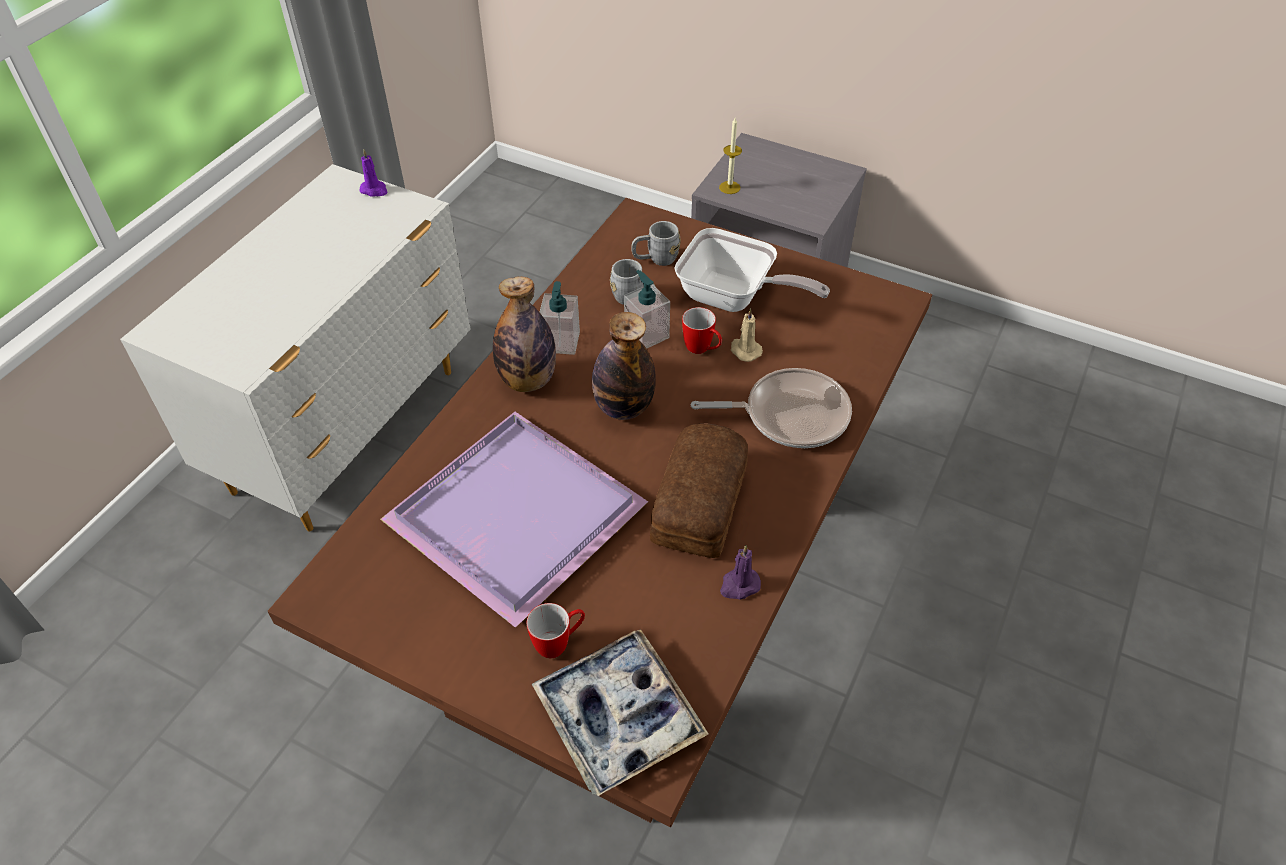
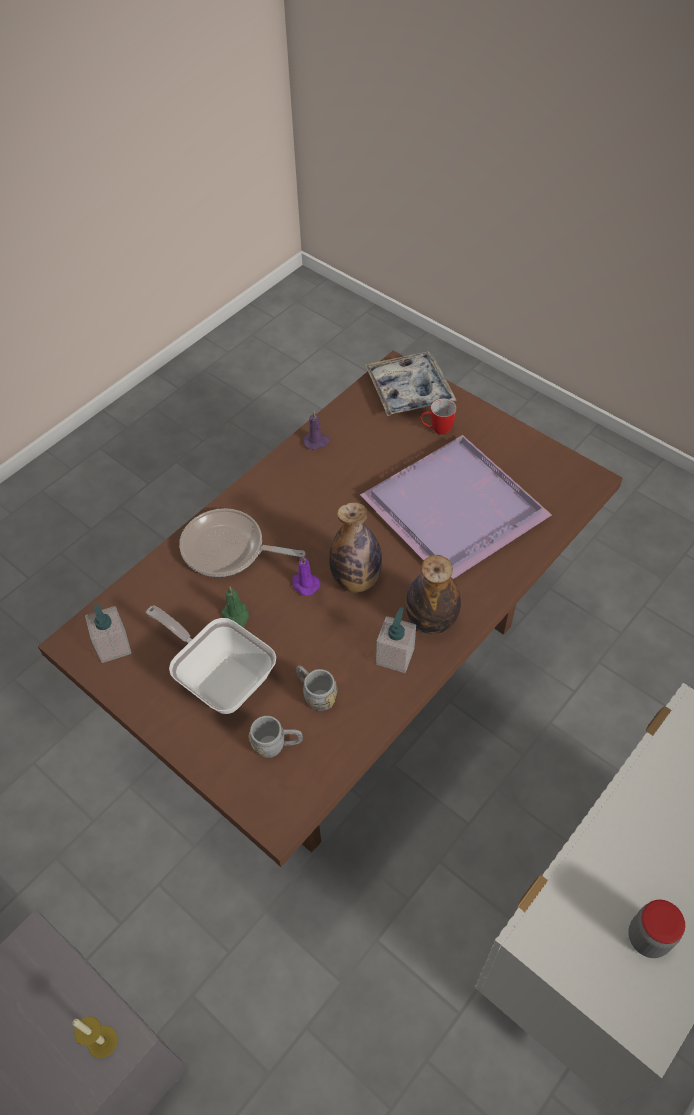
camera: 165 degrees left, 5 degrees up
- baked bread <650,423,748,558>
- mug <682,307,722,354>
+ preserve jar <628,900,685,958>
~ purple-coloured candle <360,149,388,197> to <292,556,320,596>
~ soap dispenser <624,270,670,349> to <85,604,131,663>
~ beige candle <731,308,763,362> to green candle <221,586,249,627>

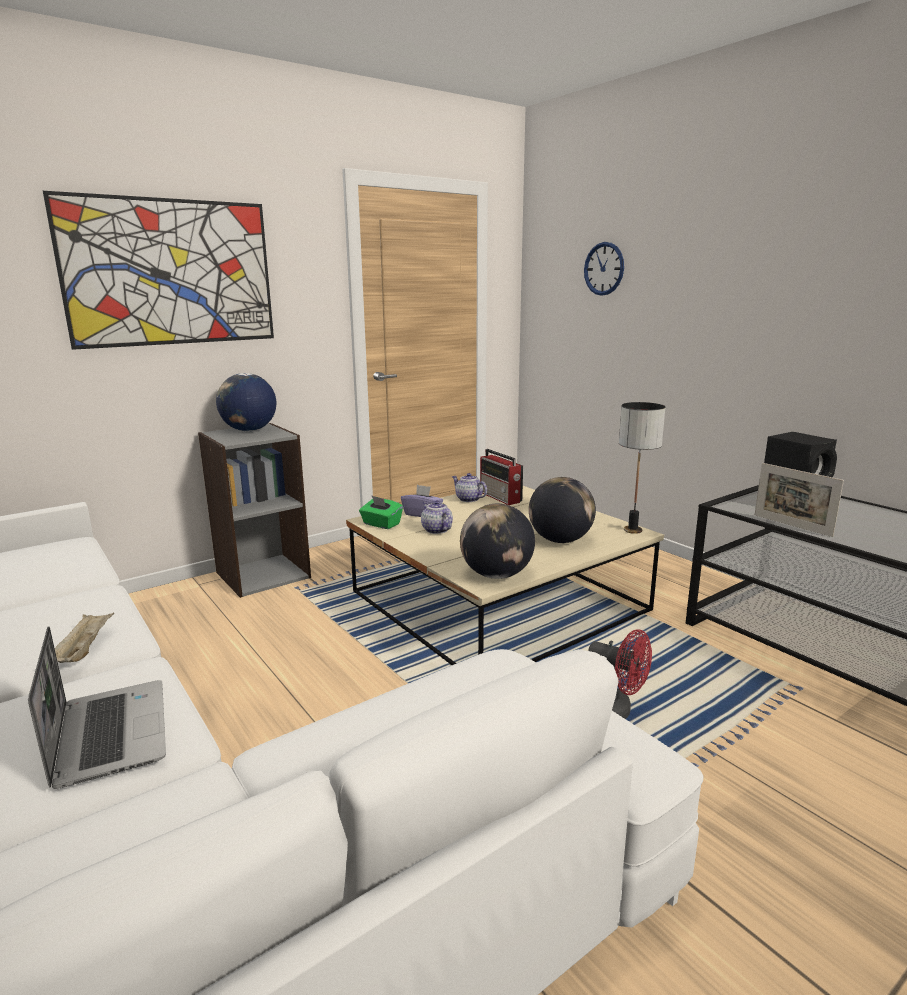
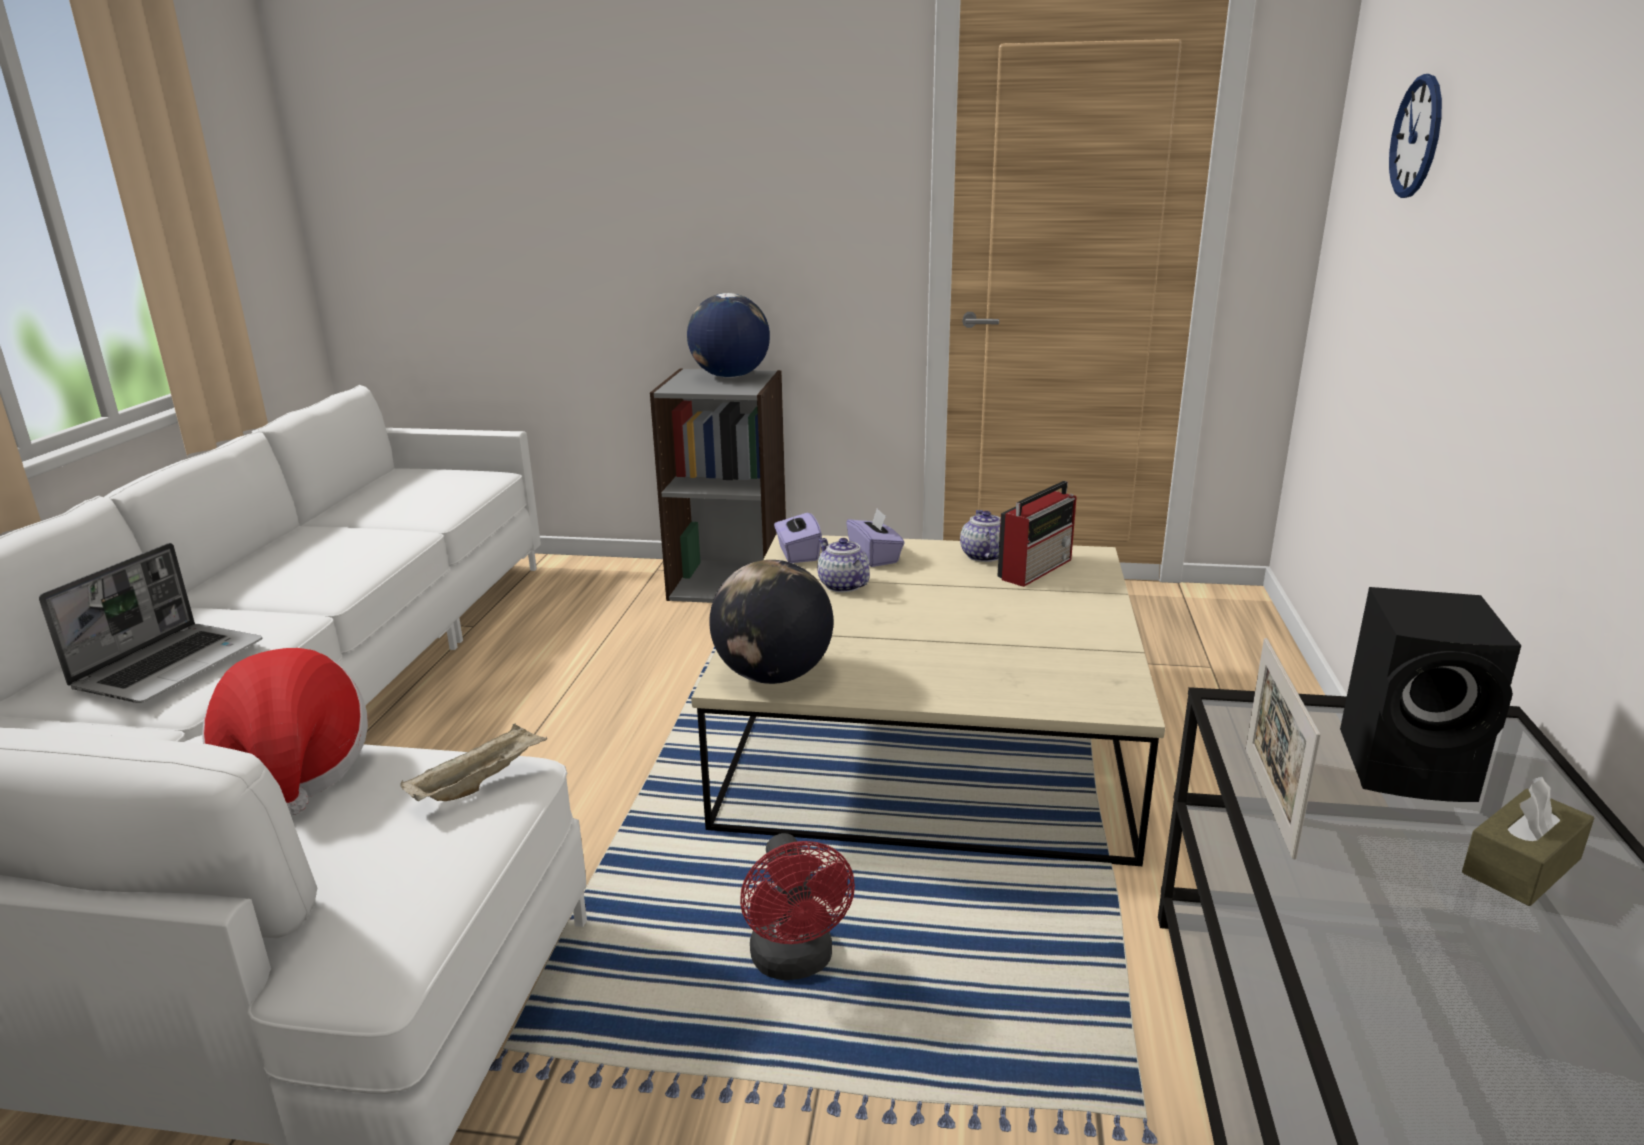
camera: 45 degrees right, 5 degrees up
- wall art <43,191,274,350>
- globe <529,477,596,543>
- lamp for a table <619,402,665,534>
+ hat <202,648,368,816>
+ brownish box of tissues <1462,777,1594,906>
~ beige serving tray <55,613,114,663> to <400,723,547,801>
~ green box of tissues <359,495,403,529> to purple-coloured box of tissues <774,507,822,563>
~ teapot <421,501,453,534> = <817,538,870,592> 45 degrees counterclockwise
~ radio set <480,449,523,505> = <998,481,1077,587> 150 degrees counterclockwise

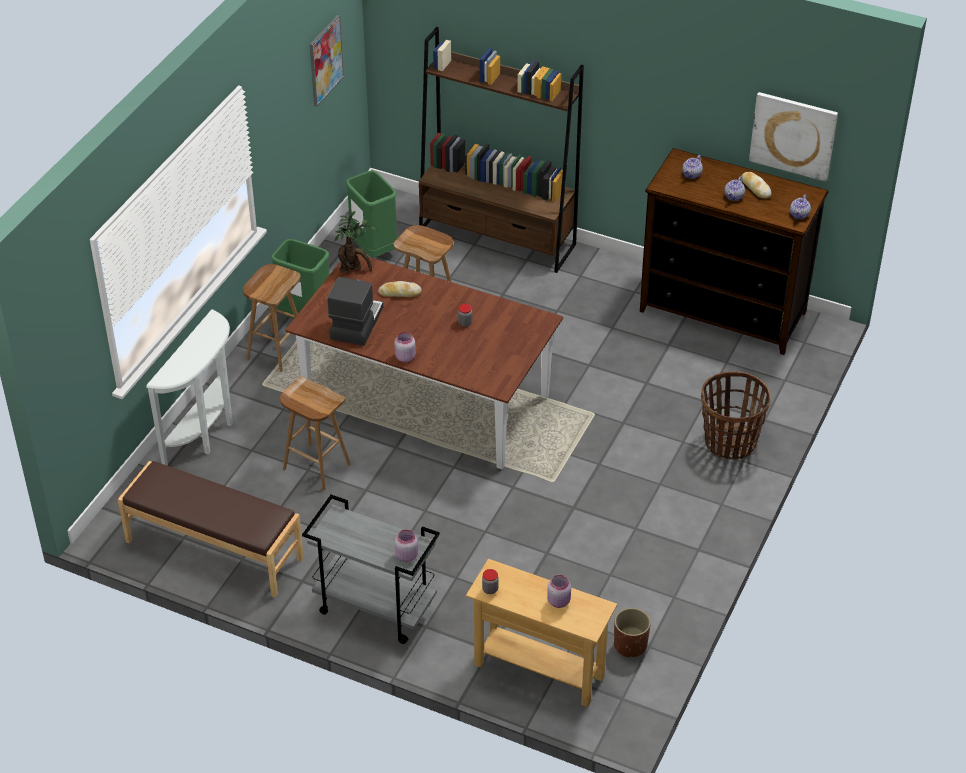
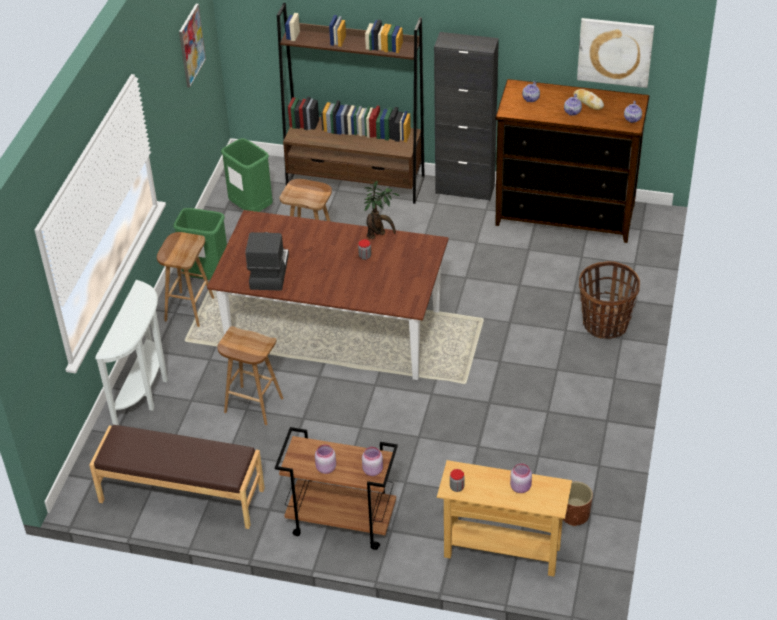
camera: 10 degrees left, 0 degrees up
- baked bread <378,281,421,297>
+ black-coloured cupboard <434,32,499,201>
~ plant in a pot <334,211,377,273> to <365,181,399,239>
~ pinkish preserve jar <394,332,416,362> to <315,445,336,474>
~ greyish cart <302,495,440,644> to brownish cart <275,427,398,550>

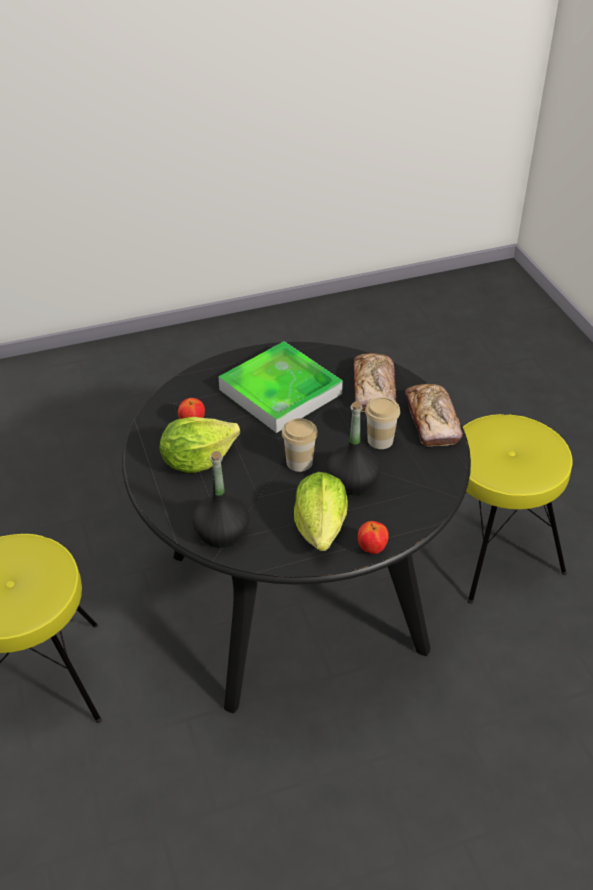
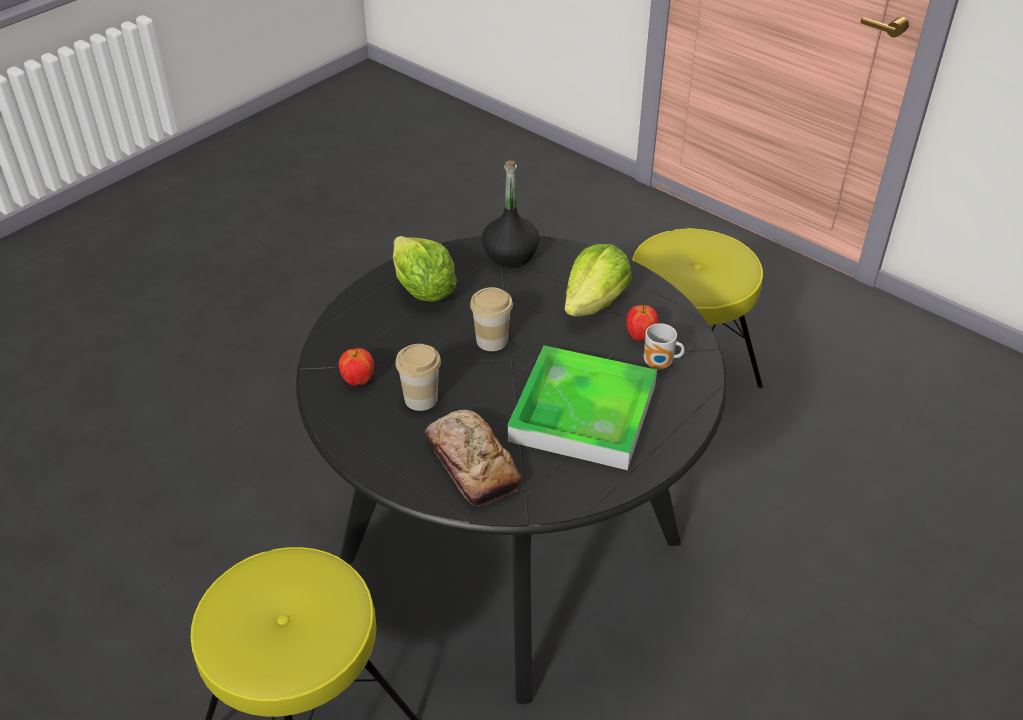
camera: 150 degrees right, 0 degrees up
- black-coloured bottle <326,401,381,496>
- baked bread <405,384,463,447>
+ mug <644,323,685,369>
~ apple fruit <358,521,389,554> to <339,348,374,386>

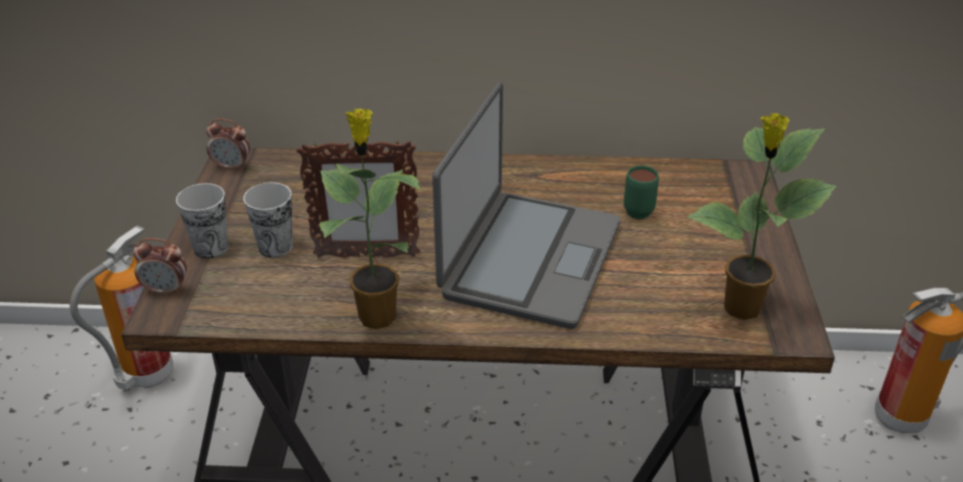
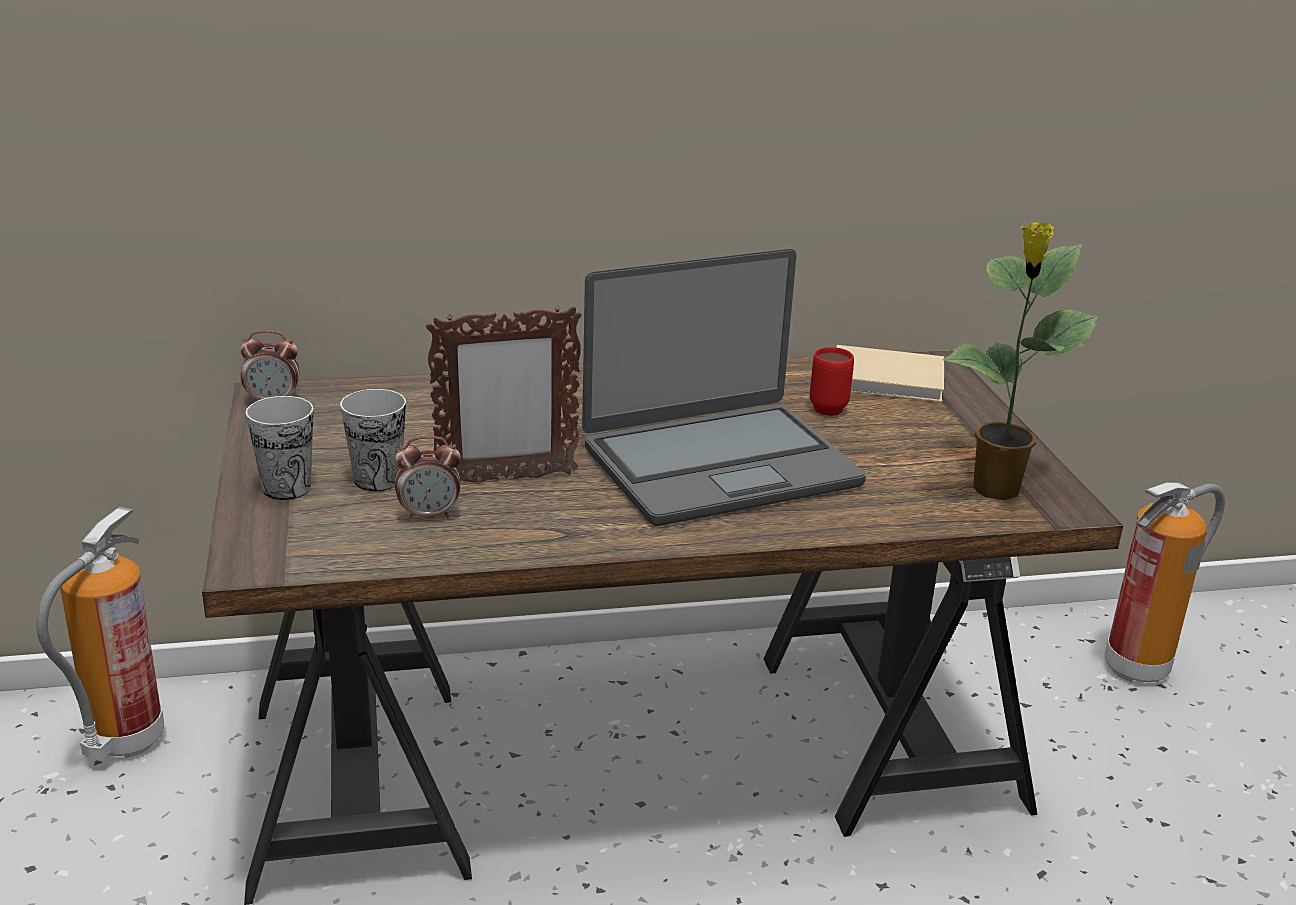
camera: 15 degrees left, 10 degrees down
- plant in a pot <320,108,422,329>
+ beige book <836,345,944,402>
~ alarm clock <133,238,187,295> to <395,436,461,521>
~ green mug <624,166,659,219> to reddish mug <810,347,854,416>
~ laptop <432,82,620,329> = <582,248,866,526> 60 degrees clockwise

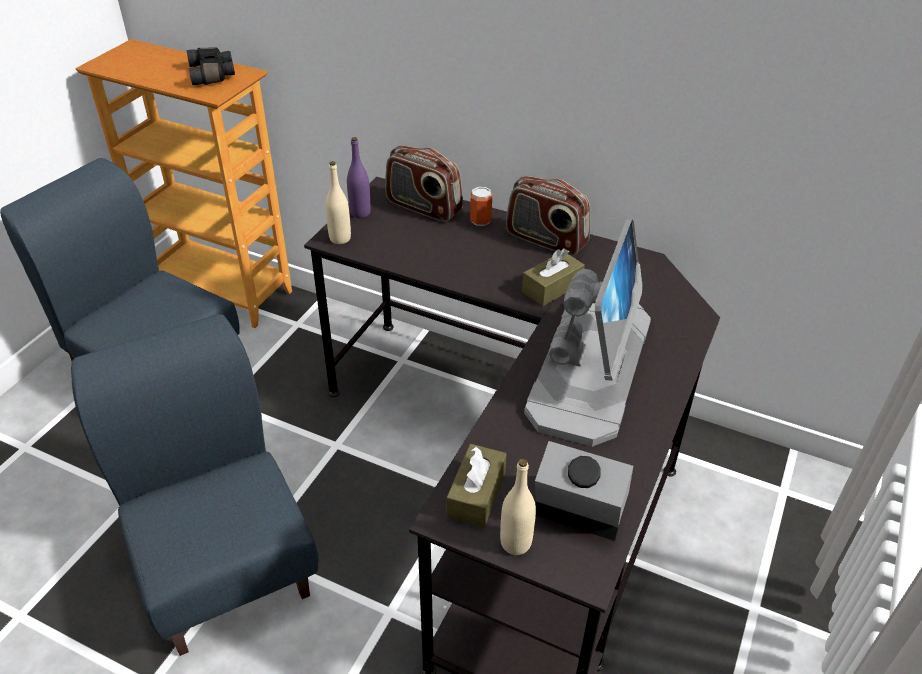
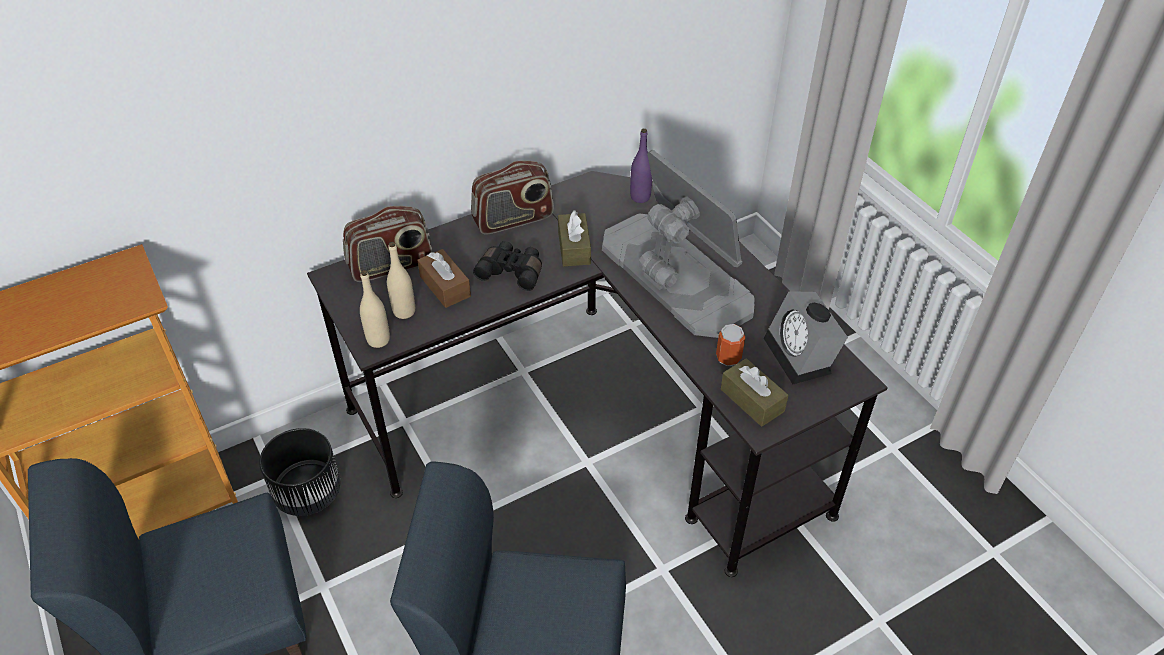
camera: 55 degrees left, 5 degrees up
+ black-coloured flower pot <259,428,341,516>
+ brownish box of tissues <417,249,471,308>
~ black-coloured binoculars <187,47,235,85> to <473,241,542,291>
~ purple-coloured bottle <347,137,371,218> to <630,129,652,203>
~ metal can <470,187,492,226> to <716,324,745,366>
~ beige bottle <500,458,536,555> to <387,242,415,319>
~ alarm clock <535,441,633,541> = <764,291,848,384> 75 degrees counterclockwise

